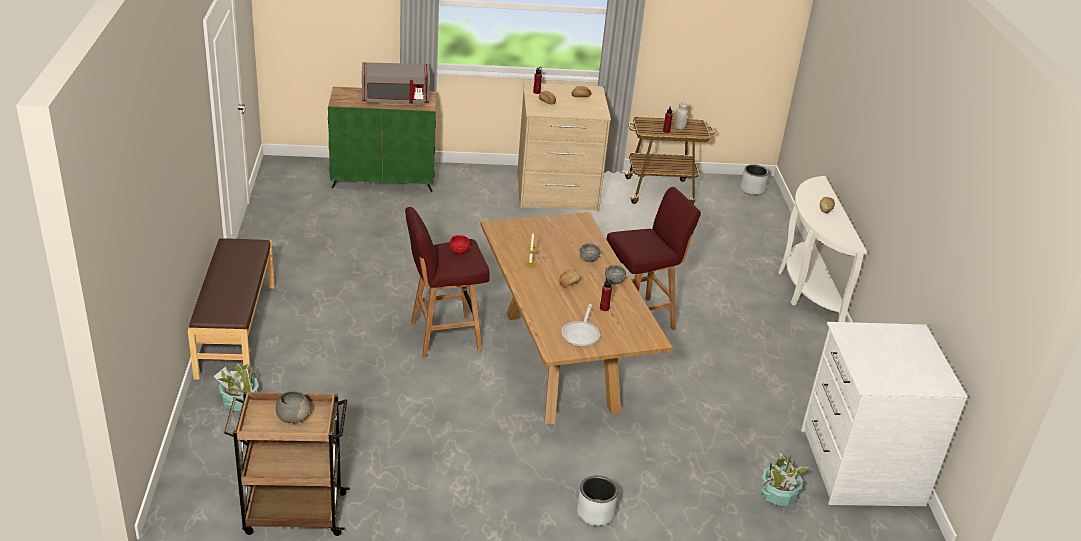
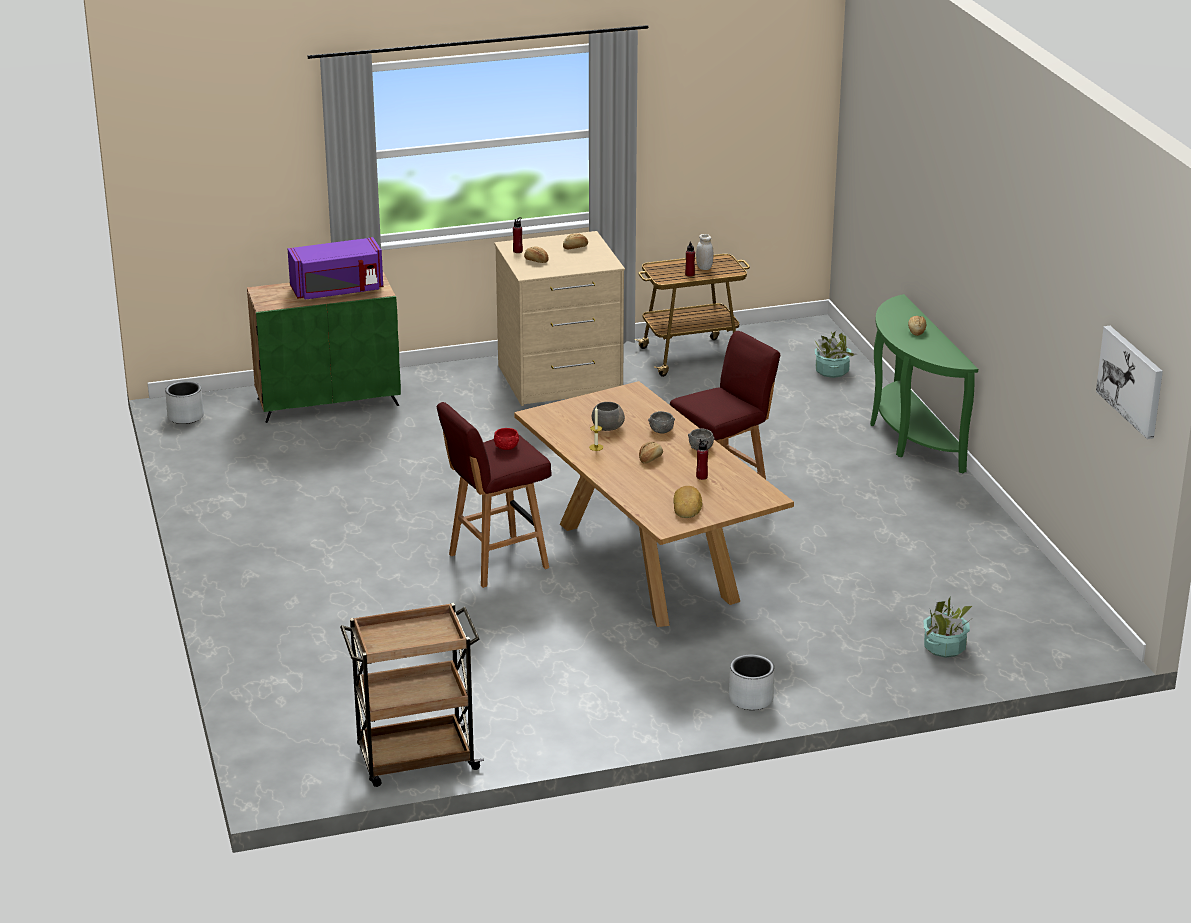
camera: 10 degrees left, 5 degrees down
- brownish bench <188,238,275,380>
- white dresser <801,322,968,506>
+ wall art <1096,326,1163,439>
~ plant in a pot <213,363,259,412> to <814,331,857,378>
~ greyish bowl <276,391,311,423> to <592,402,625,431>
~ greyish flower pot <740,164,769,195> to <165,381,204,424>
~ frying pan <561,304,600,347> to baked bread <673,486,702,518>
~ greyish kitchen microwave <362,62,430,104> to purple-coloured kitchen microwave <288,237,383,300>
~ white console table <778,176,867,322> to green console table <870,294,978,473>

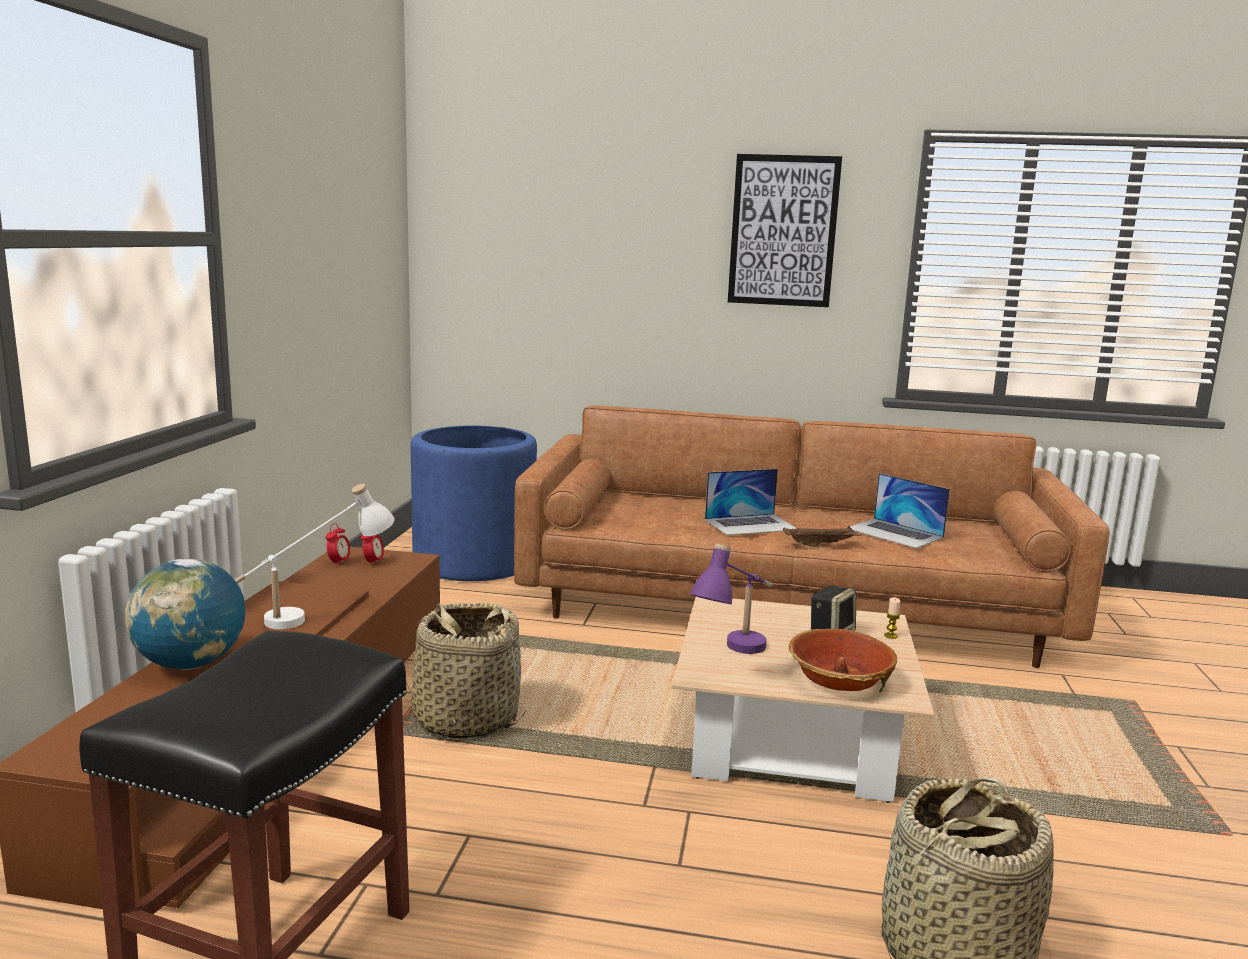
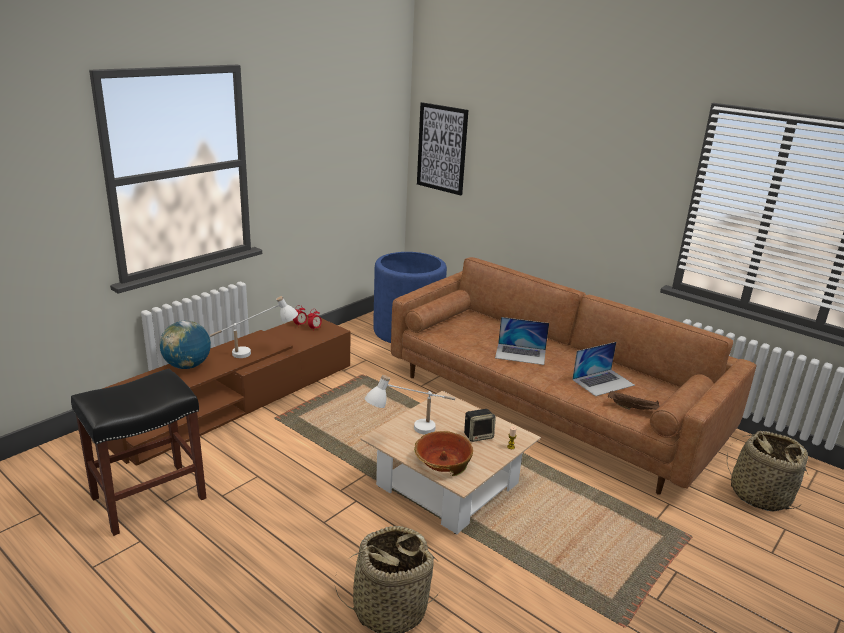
camera: 30 degrees right, 10 degrees up
~ household basket <405,603,526,739> to <727,431,808,511>
~ wall art <728,154,842,307> to <417,102,468,196>
~ brownish serving tray <783,526,861,547> to <608,391,659,410>
~ purple-coloured lamp for a table <690,544,773,654> to white lamp for a table <365,375,455,434>
~ laptop <850,473,950,549> = <572,342,635,396> 105 degrees counterclockwise

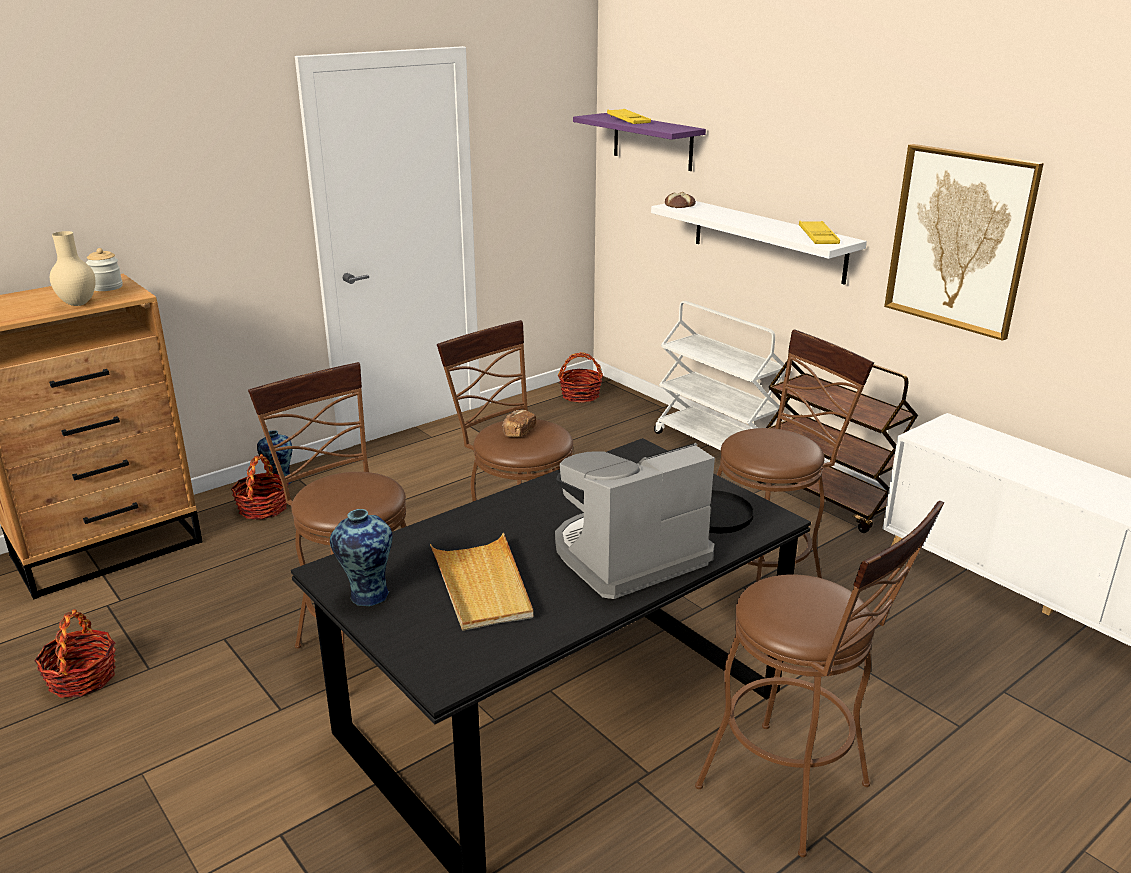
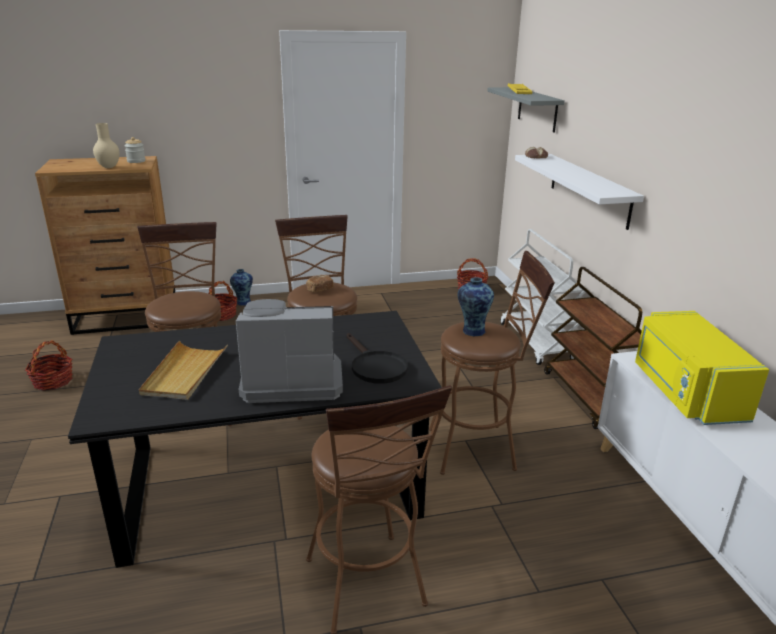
camera: 25 degrees right, 0 degrees up
- yellowish serving tray <799,221,840,244>
- wall art <884,144,1044,341>
+ yellowish kitchen microwave <635,311,769,425>
~ flower vase <330,509,392,606> to <458,277,494,336>
~ purple-coloured bracket shelf <573,113,706,171> to greyish bracket shelf <487,87,565,133>

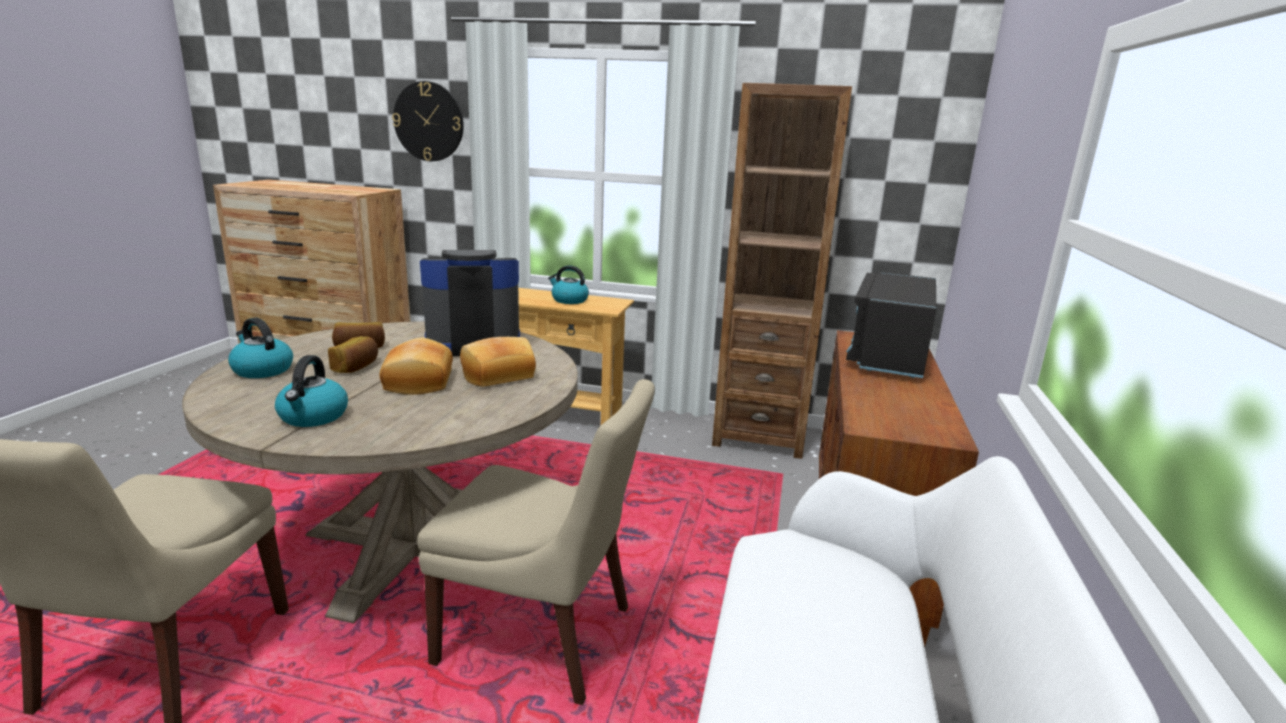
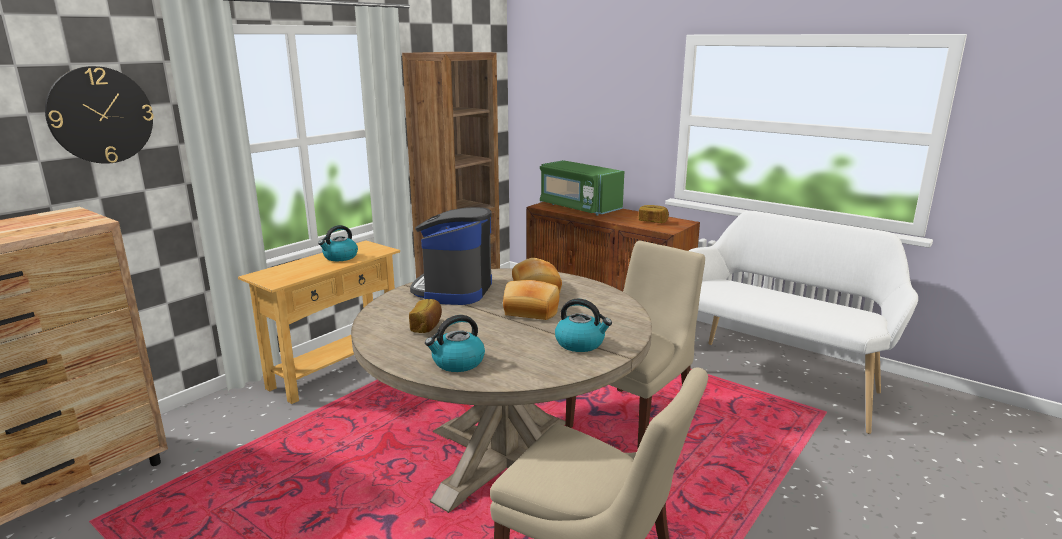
camera: 65 degrees left, 0 degrees up
~ baked bread <328,336,378,373> to <639,205,669,223>
~ black-coloured kitchen microwave <846,272,936,378> to green kitchen microwave <540,160,624,215>

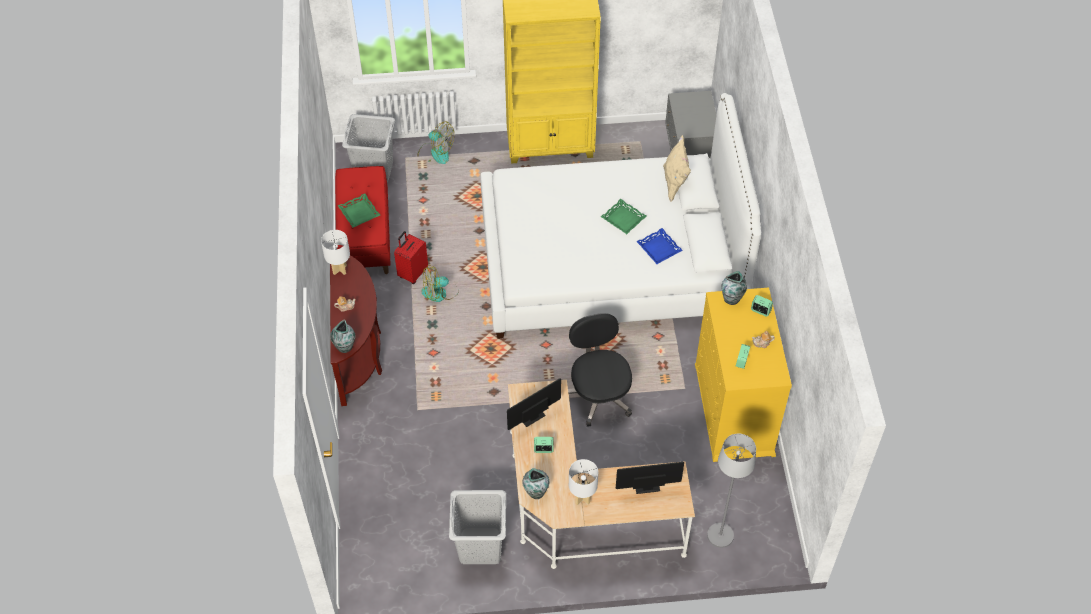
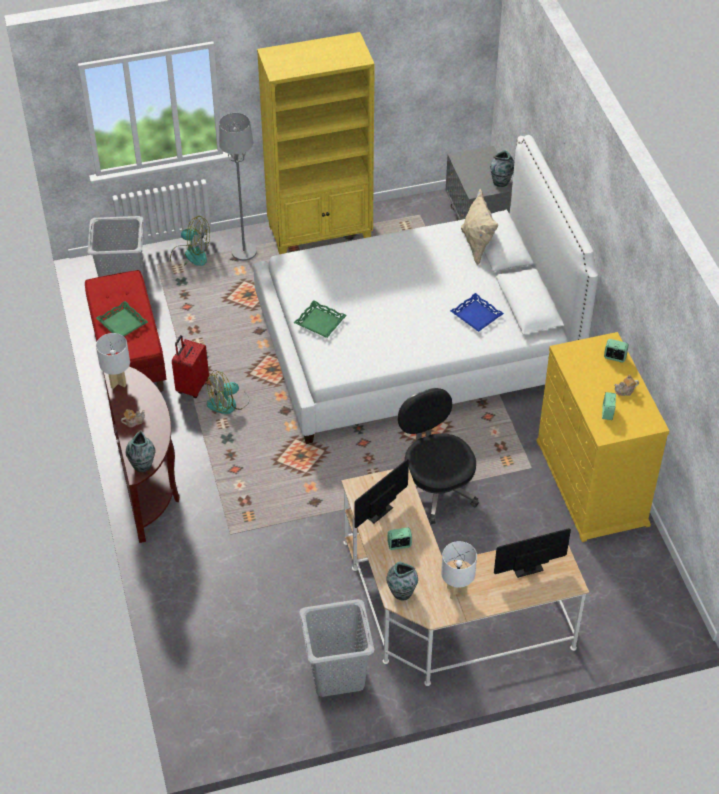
camera: 10 degrees left, 5 degrees down
~ green serving tray <601,199,647,234> to <294,300,347,338>
~ greyish floor lamp <707,434,756,548> to <219,113,257,261>
~ flower vase <721,271,747,305> to <490,150,514,187>

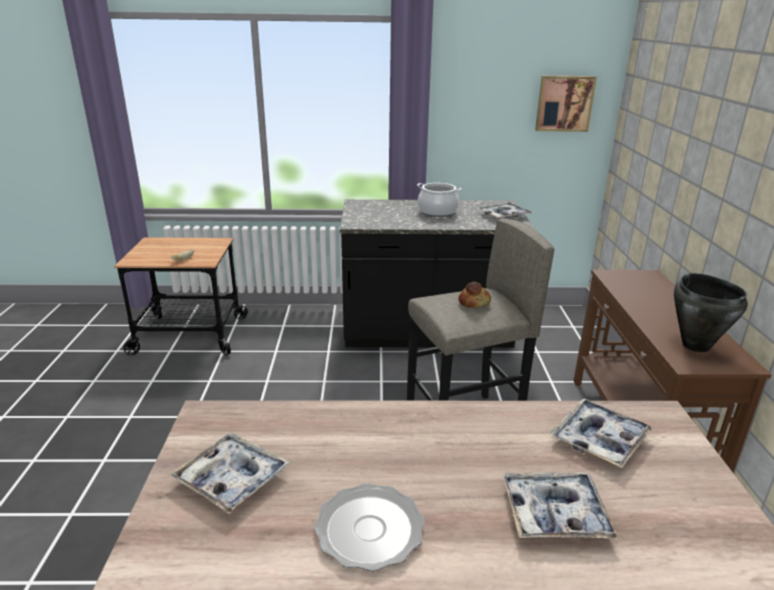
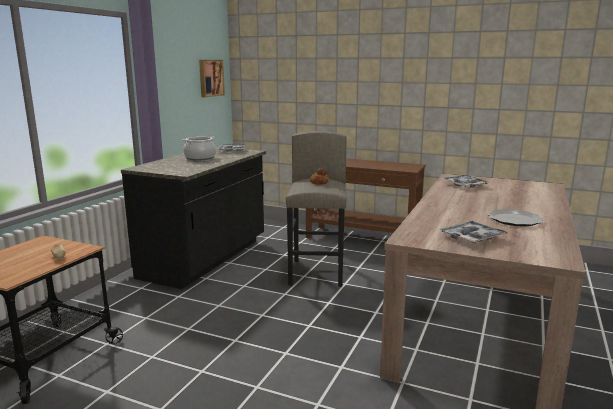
camera: 65 degrees left, 10 degrees down
- serving tray <503,472,618,539>
- black-coloured stockpot <674,273,748,352>

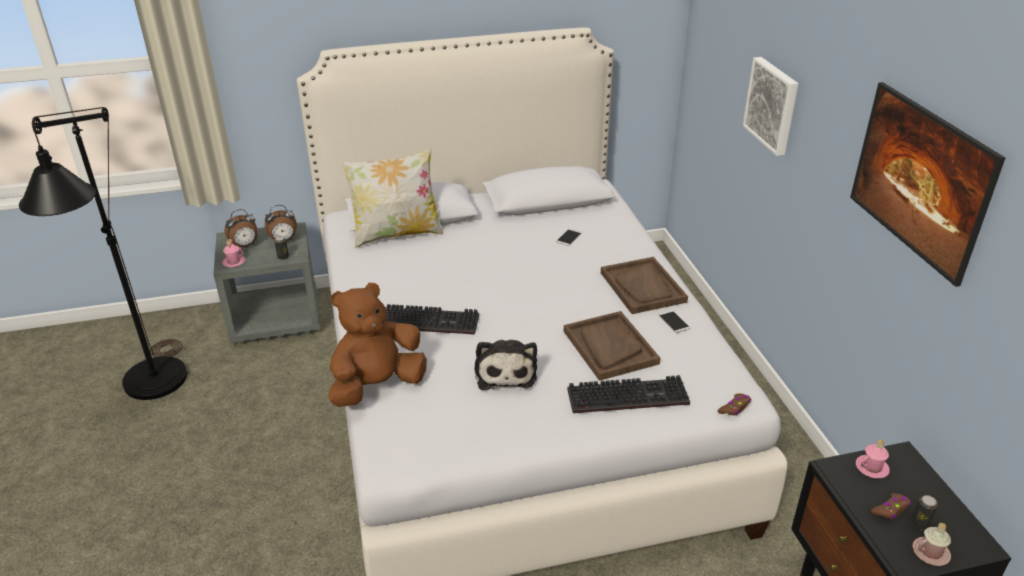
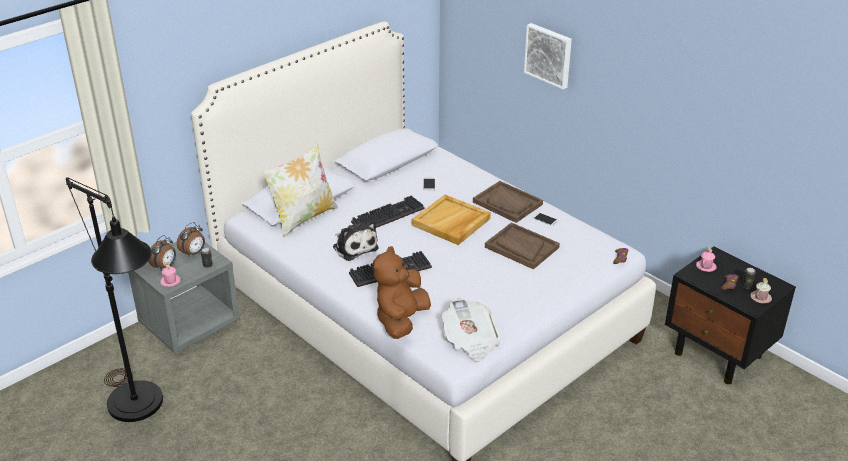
camera: 30 degrees left, 0 degrees up
- wall art <850,82,1005,287>
+ beige serving tray <412,195,491,245>
+ printed paper <442,298,500,362>
~ plush toy <474,340,537,390> to <333,220,378,261>
~ computer keyboard <567,375,690,413> to <351,195,424,228>

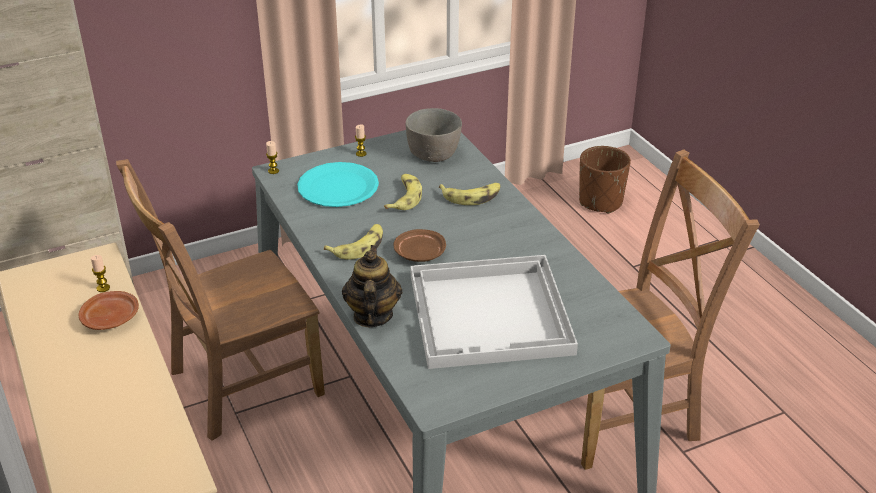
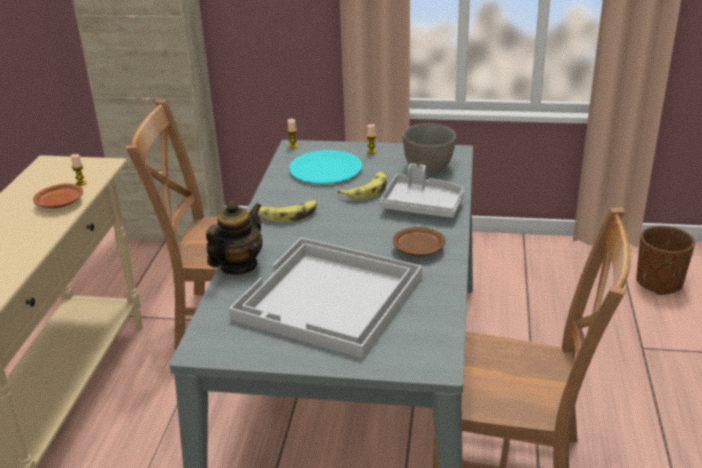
camera: 35 degrees right, 5 degrees down
~ brownish plate <394,229,446,262> to <393,227,445,257>
~ whole banana <439,183,500,205> to greyish serving tray <380,164,464,218>

